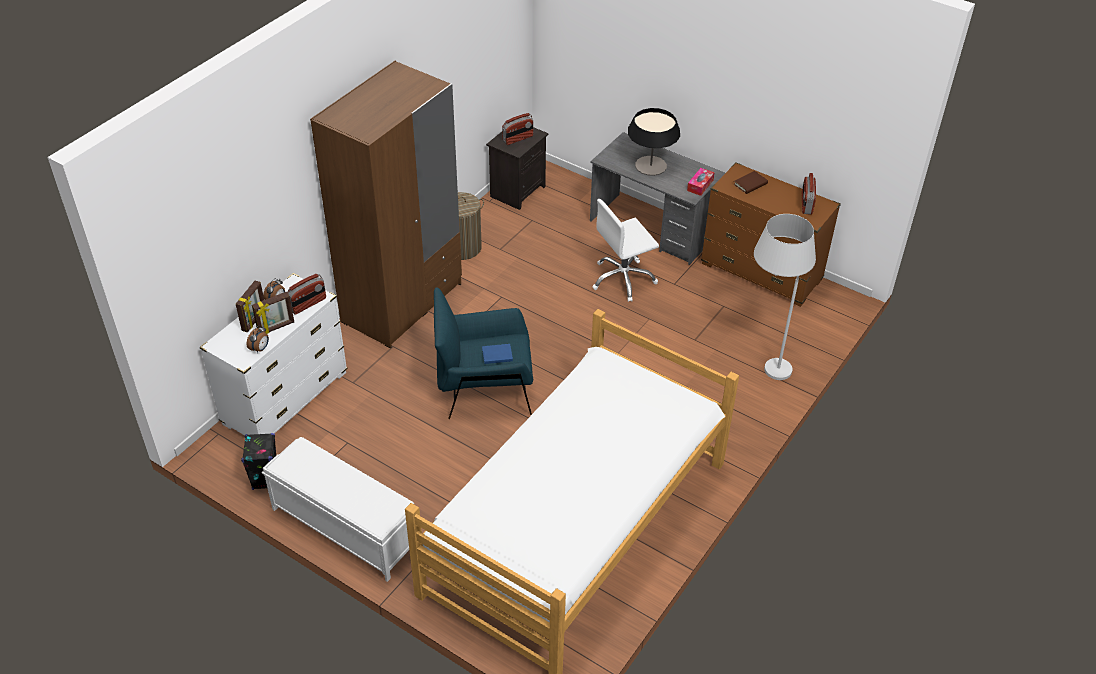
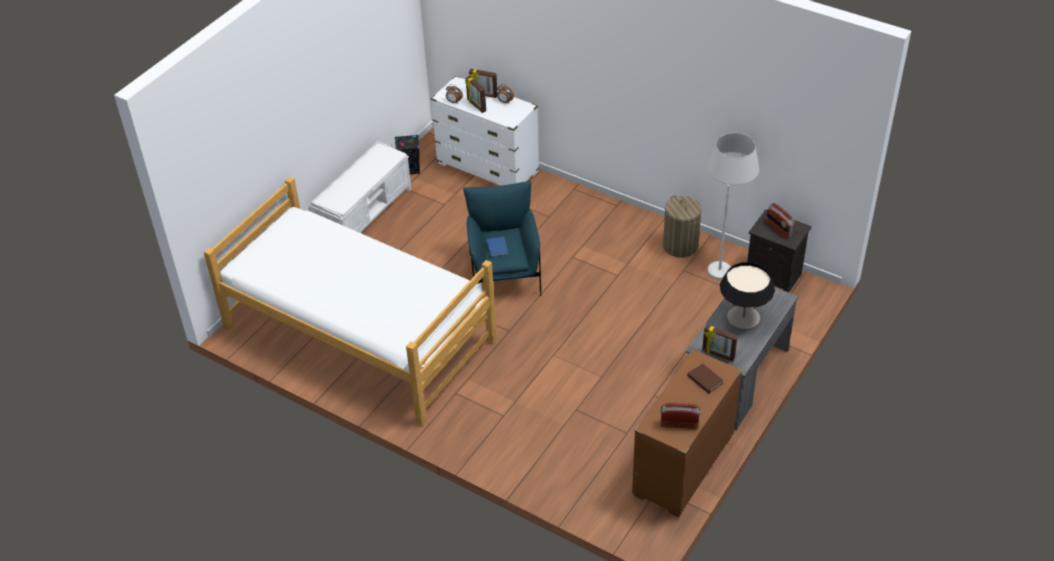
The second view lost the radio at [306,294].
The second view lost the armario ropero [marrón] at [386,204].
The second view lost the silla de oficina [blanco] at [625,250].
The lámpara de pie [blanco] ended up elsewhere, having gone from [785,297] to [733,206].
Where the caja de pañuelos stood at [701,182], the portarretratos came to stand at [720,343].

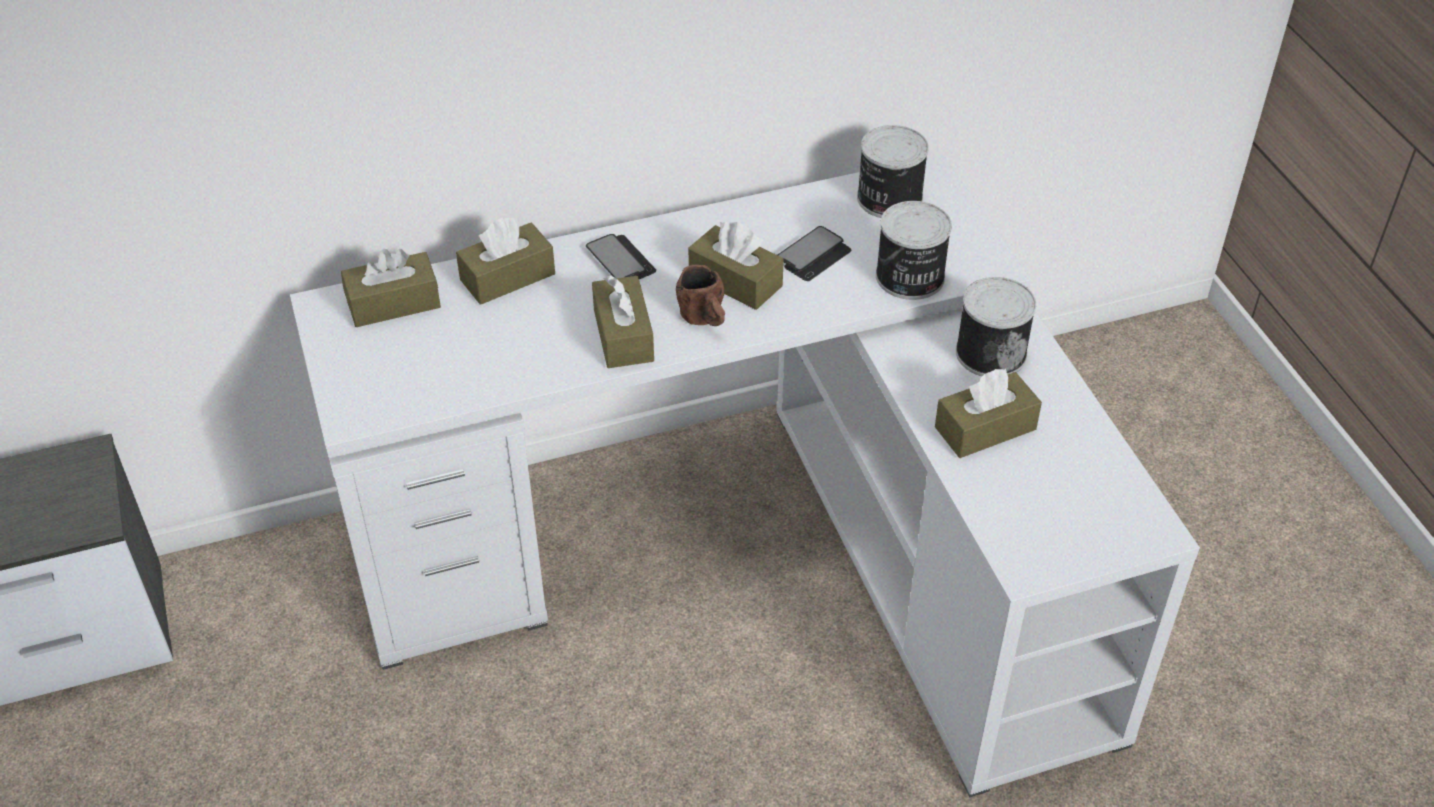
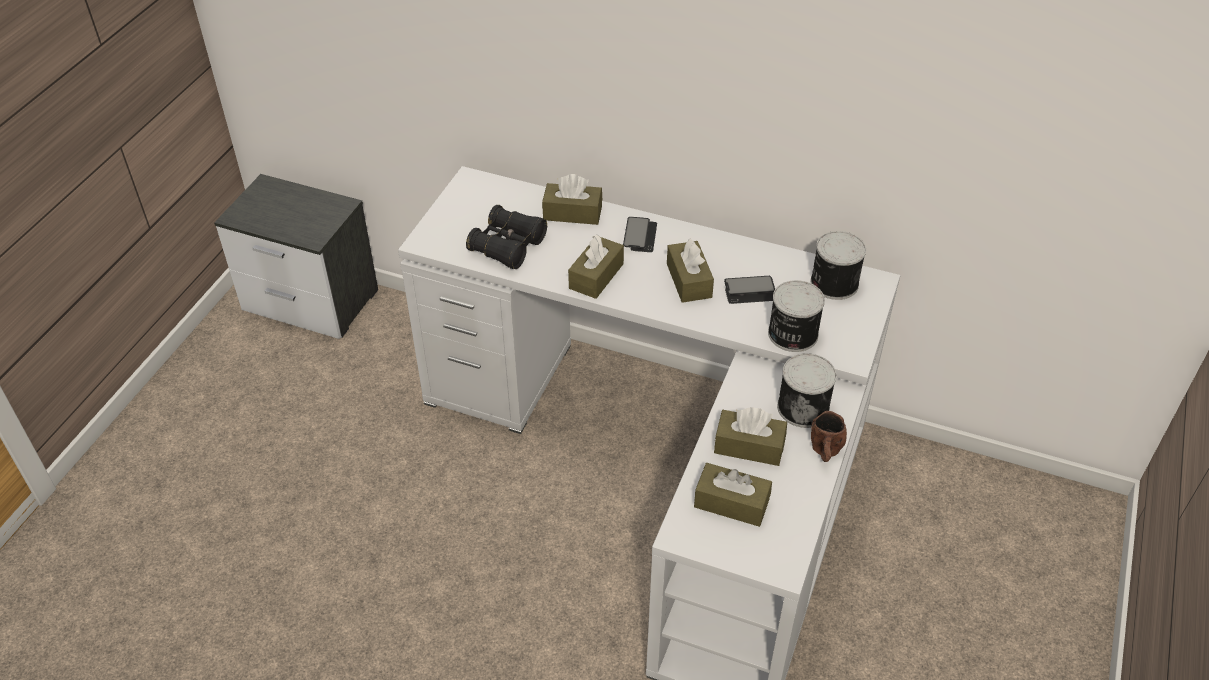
The second view gained the prismáticos [negro] at [506,237].
The caja de pañuelos [marrón] ended up elsewhere, having gone from [391,288] to [733,495].
The taza grande [marrón] ended up elsewhere, having gone from [700,295] to [829,436].

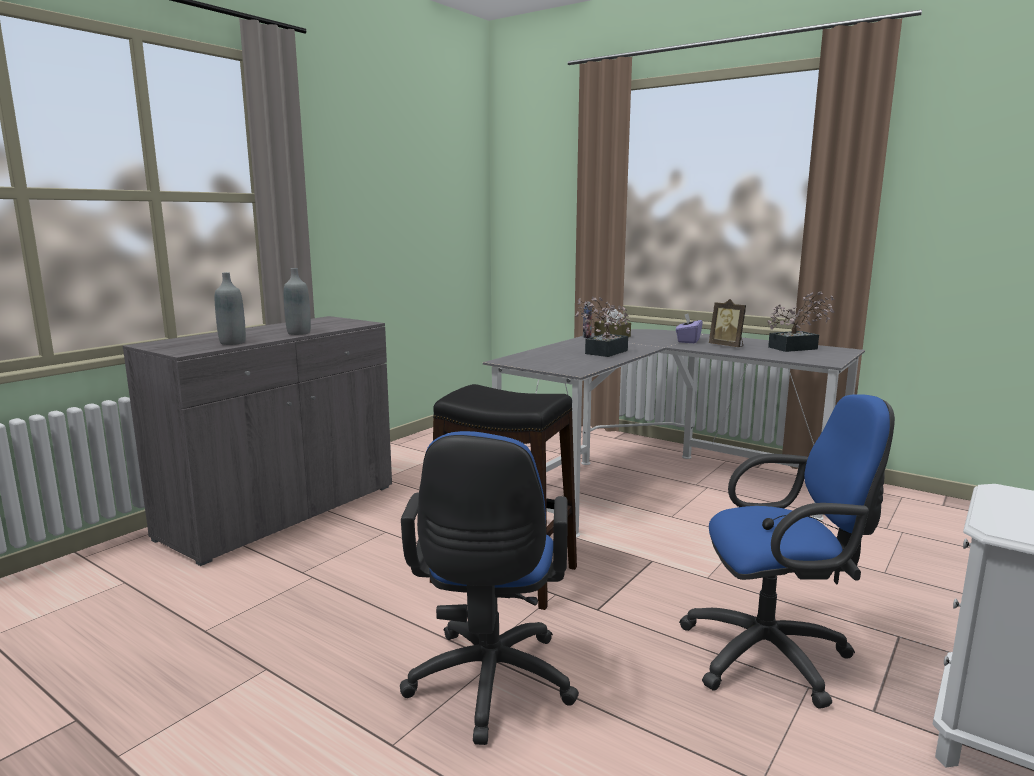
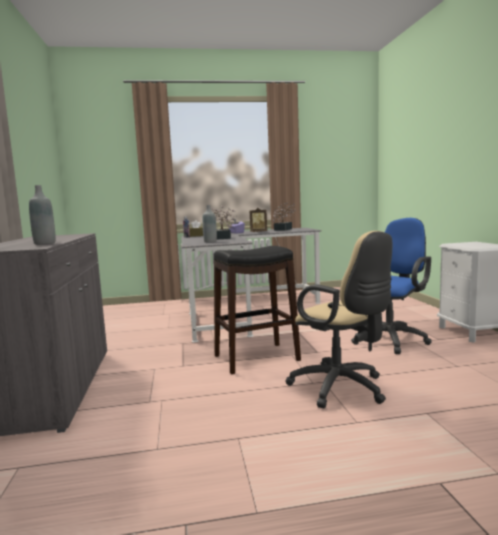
The botella [gris] ended up elsewhere, having gone from [297,301] to [209,224].
What was the silla de oficina [azul] at [489,588] turned into the silla de oficina [beis] at [339,320].

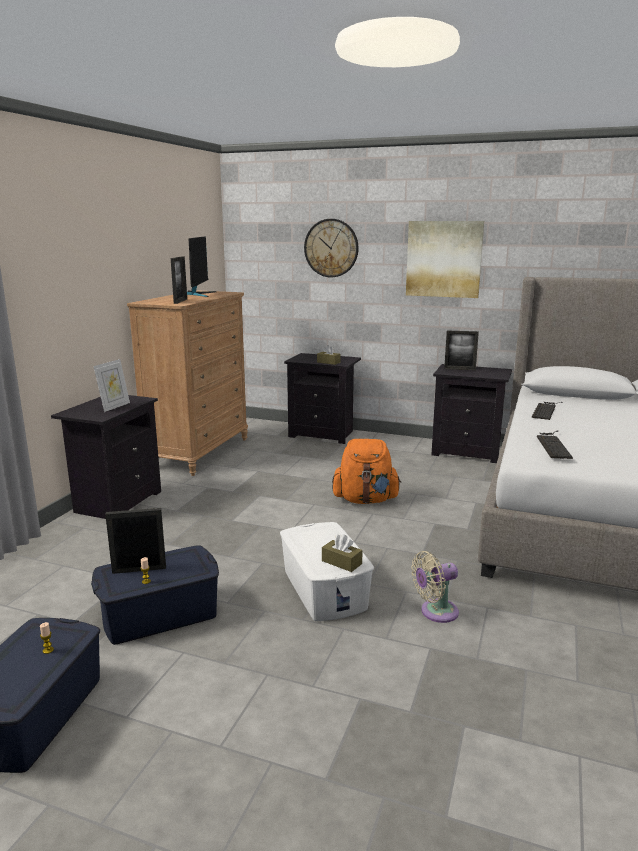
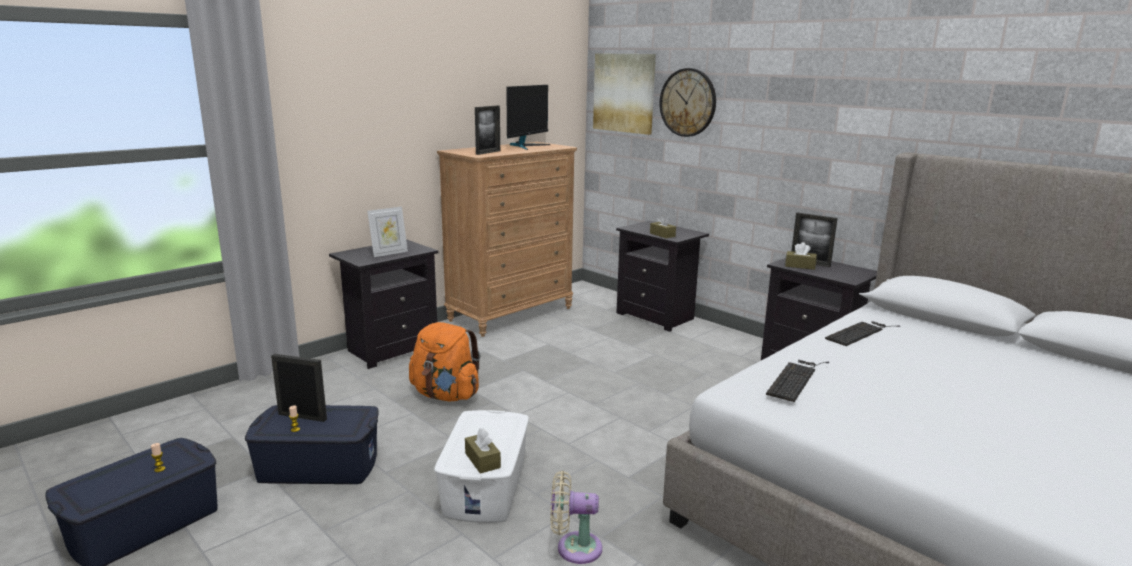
The second view gained the caja de pañuelos [marrón] at [801,256].
The mochila [naranja] ended up elsewhere, having gone from [366,471] to [444,361].
The cuadro ended up elsewhere, having gone from [445,259] to [624,94].

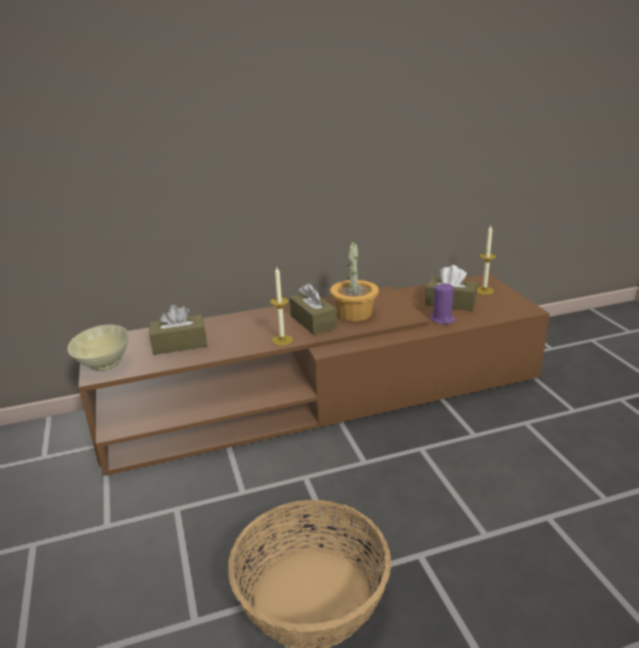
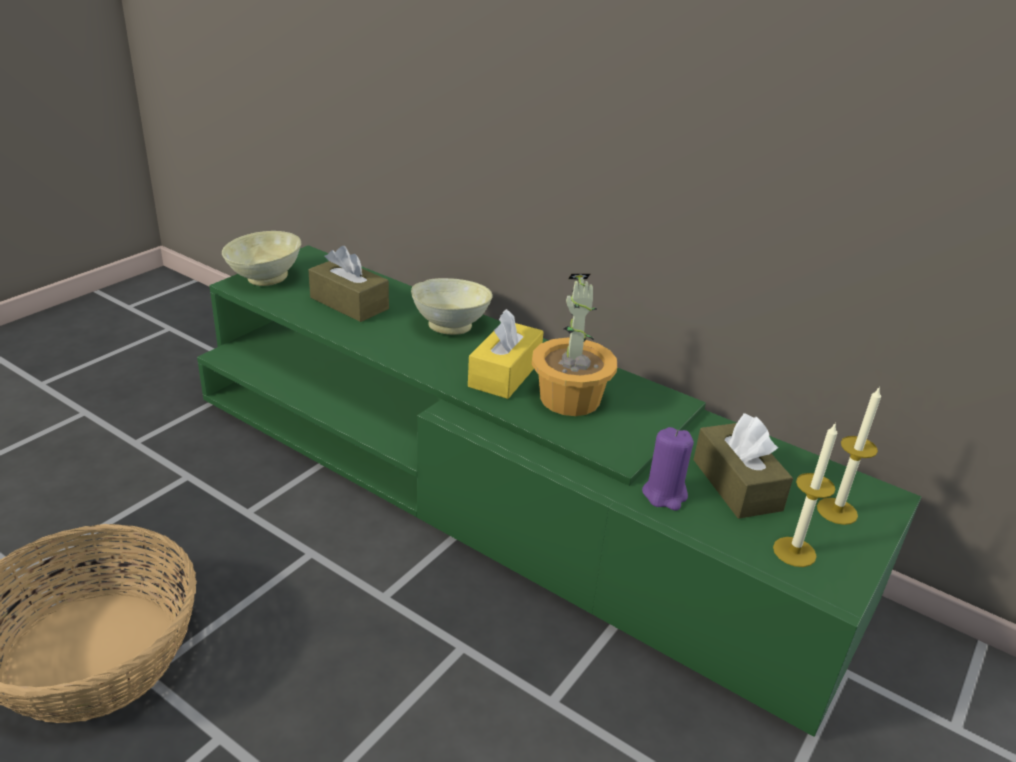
The second view gained the cuenco [beis] at [452,306].
The vela ended up elsewhere, having gone from [281,306] to [805,494].
What was the mueble de televisión [marrón] at [314,375] turned into the mueble de televisión [verde] at [559,491].
What was the caja de pañuelos [marrón] at [313,309] turned into the caja de pañuelos [amarillo] at [506,354].

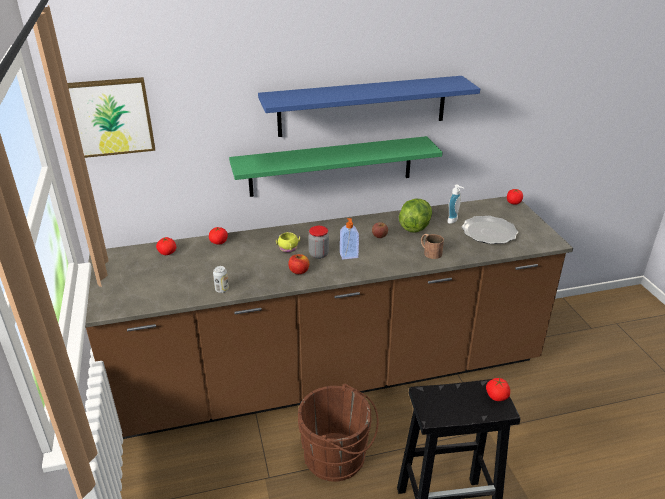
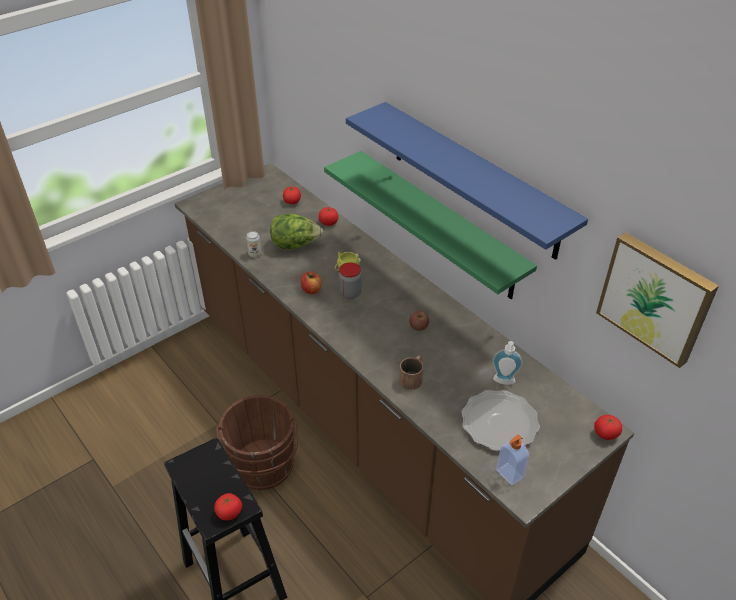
The cuadro ended up elsewhere, having gone from [111,117] to [657,300].
The dispensador de jabón ended up elsewhere, having gone from [349,239] to [512,460].
The lechuga ended up elsewhere, having gone from [415,216] to [296,231].

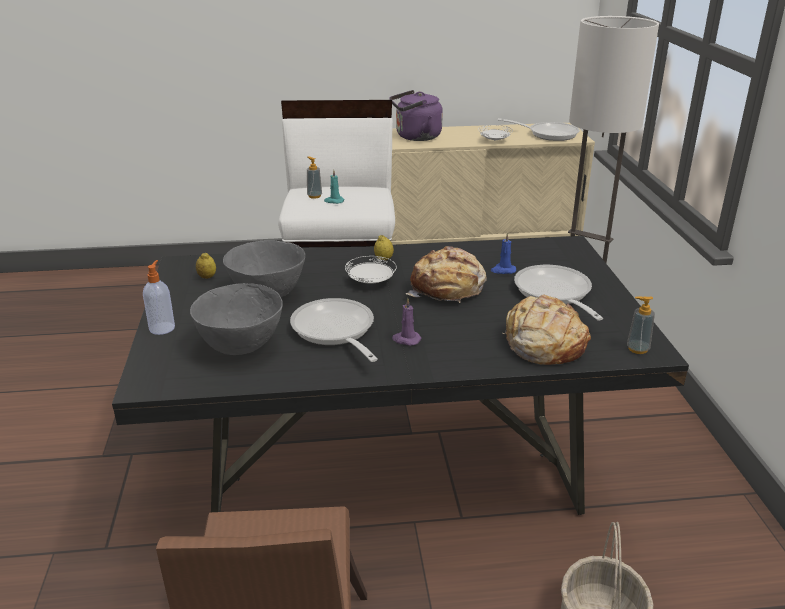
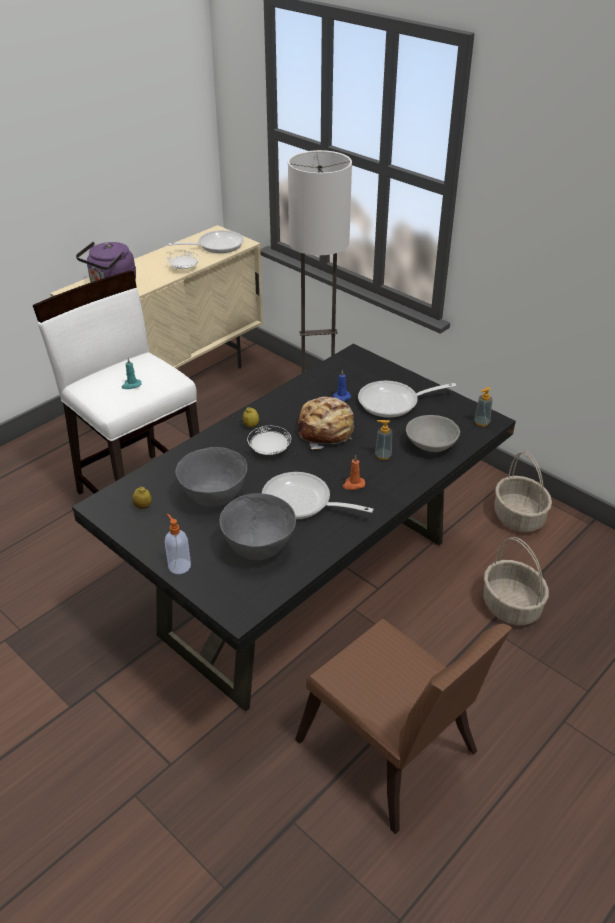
The second view gained the cesta at [523,491].
The dispensador de jabón ended up elsewhere, having gone from [314,177] to [383,440].
Where the pan stood at [546,329], the cuenco [gris] came to stand at [433,433].
What was the vela [morado] at [406,322] turned into the vela [naranja] at [354,472].
The sartén at [558,292] ended up facing another way, 45 degrees counterclockwise from before.

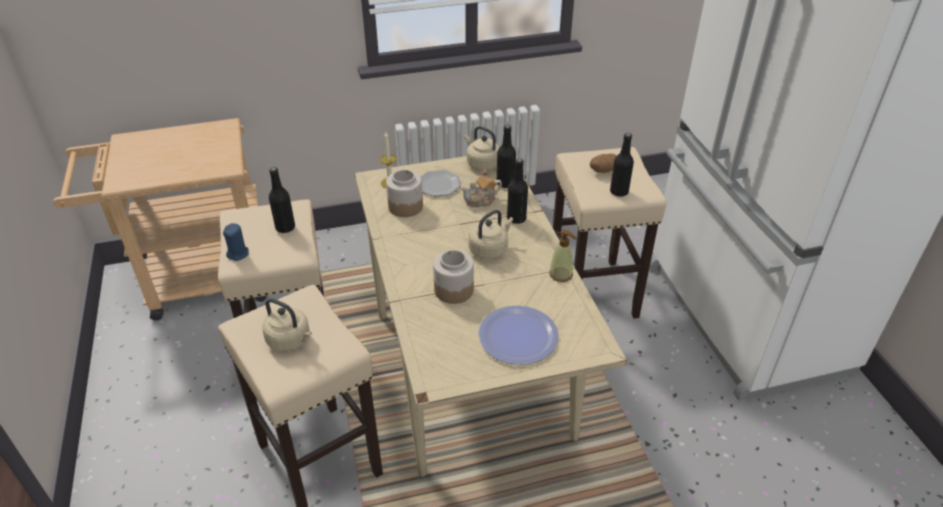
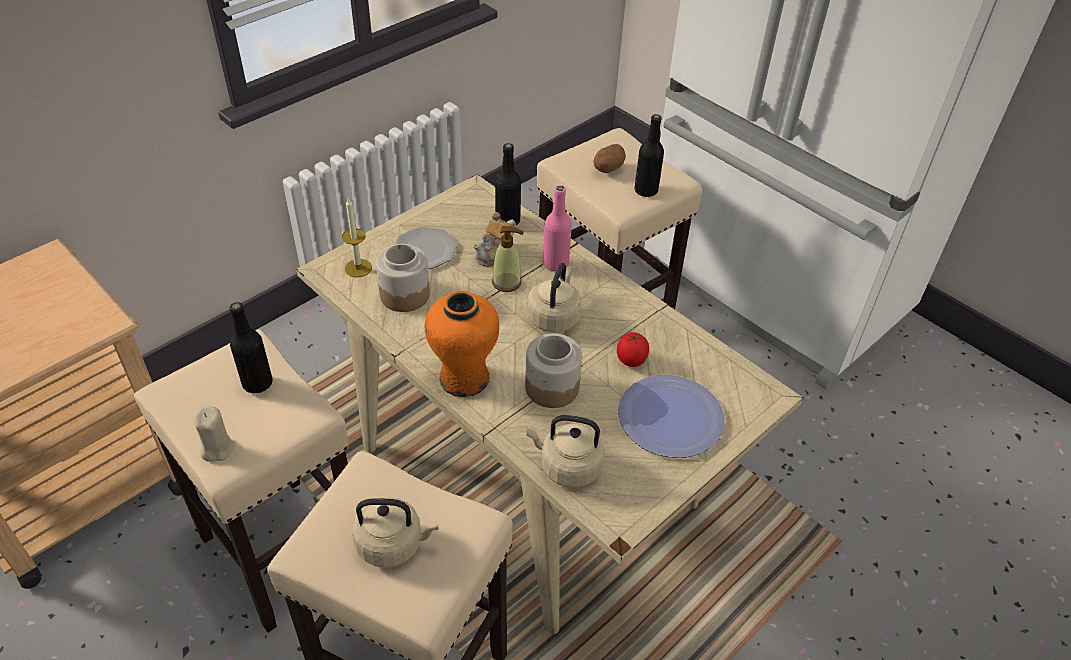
The second view gained the florero [naranja] at [462,344].
The second view gained the tomate at [633,349].
The hervidor [beis] ended up elsewhere, having gone from [482,148] to [565,451].
The dispensador de jabón ended up elsewhere, having gone from [563,255] to [508,259].
What was the vela [azul] at [236,242] turned into the vela [beis] at [214,434].
What was the botella [negro] at [517,191] turned into the botella [rosa] at [557,228].

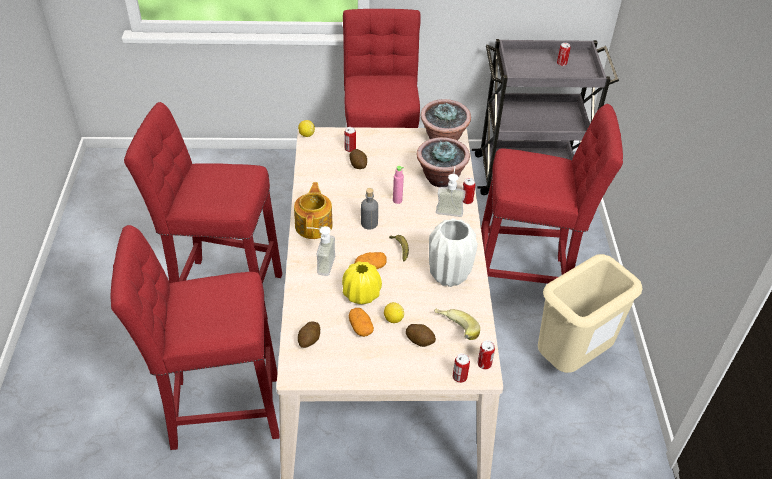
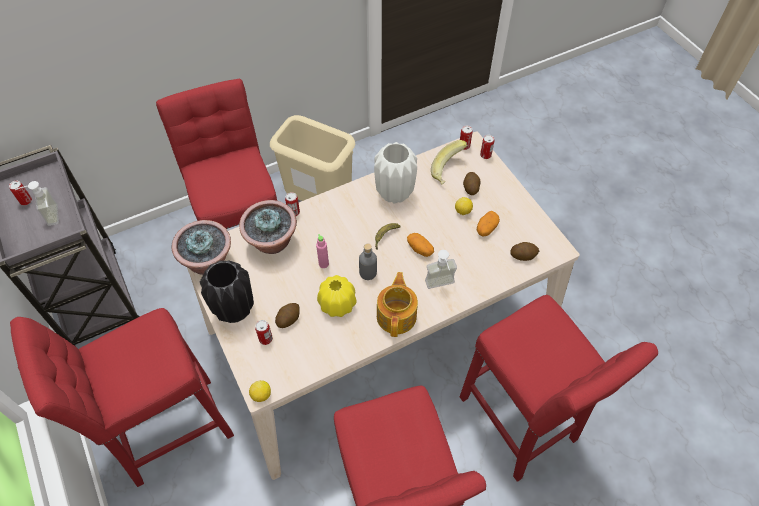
The second view gained the florero [negro] at [227,291].
The florero [amarillo] ended up elsewhere, having gone from [362,282] to [337,296].
The dispensador de jabón ended up elsewhere, having gone from [451,192] to [37,203].
The tetera at [313,210] ended up facing another way, 120 degrees clockwise from before.

